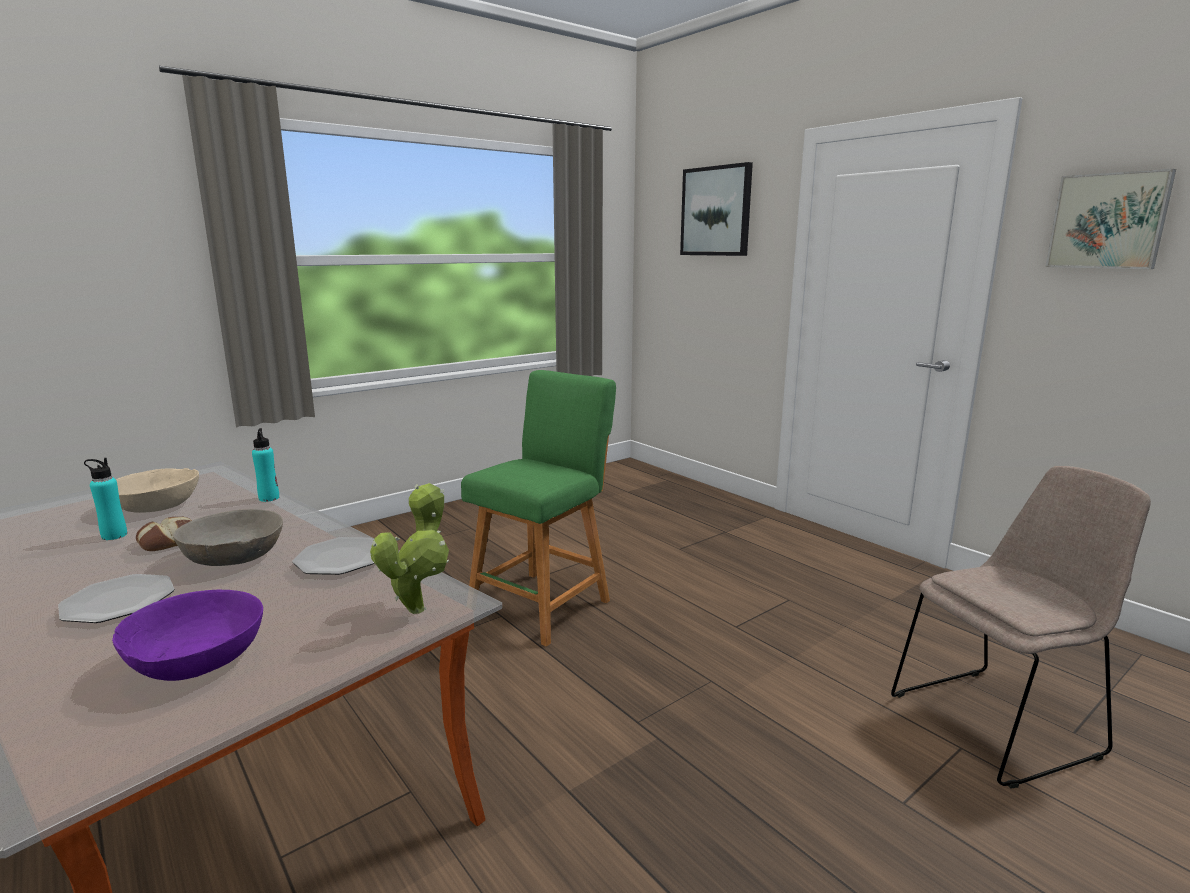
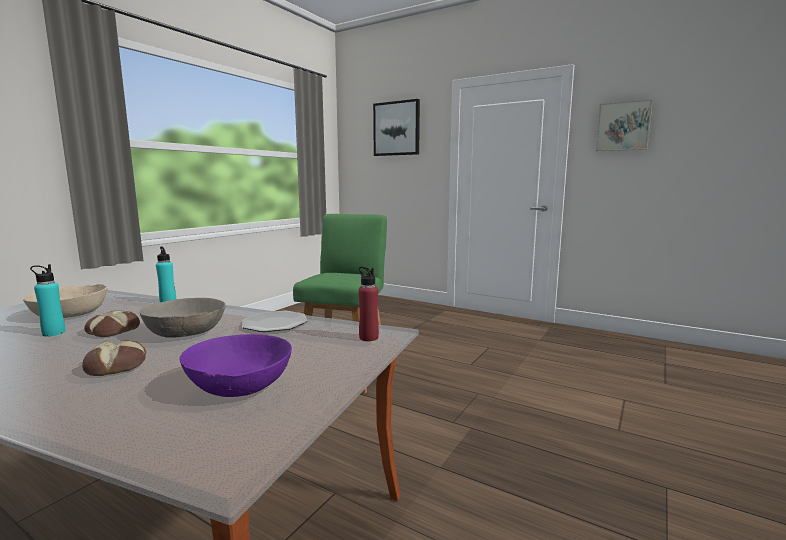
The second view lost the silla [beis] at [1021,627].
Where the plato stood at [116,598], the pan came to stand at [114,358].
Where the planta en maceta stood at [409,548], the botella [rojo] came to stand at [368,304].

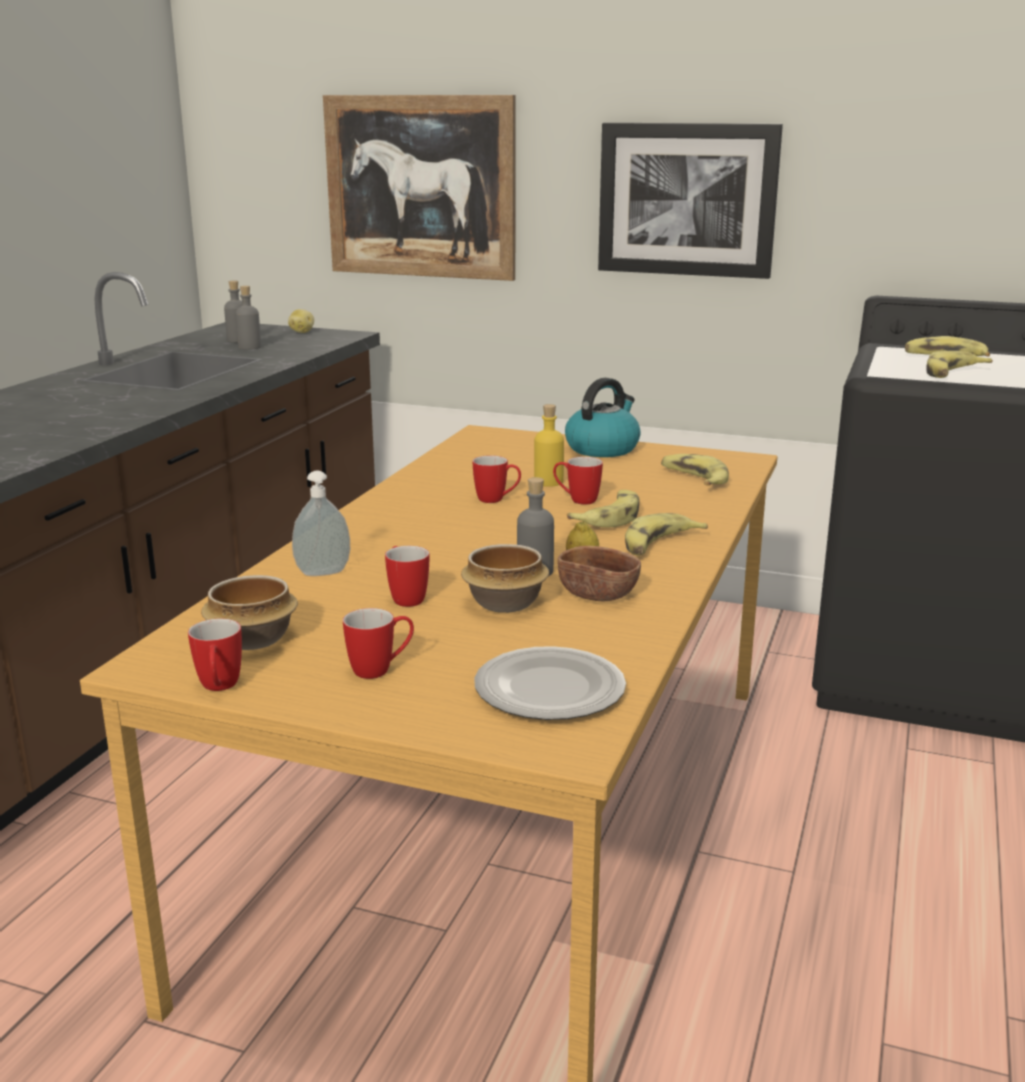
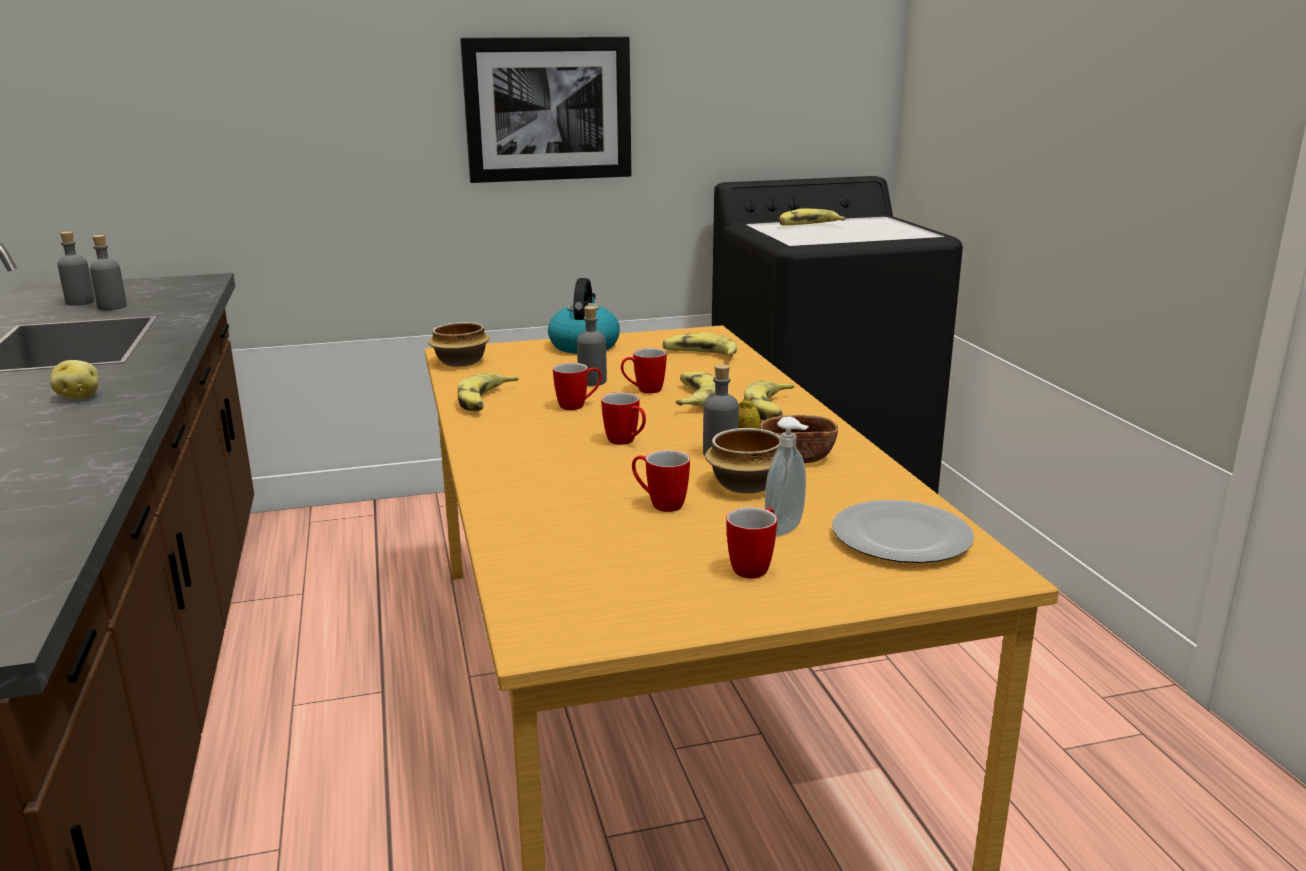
The second view lost the cuadro at [419,188].
The taza grande ended up elsewhere, having gone from [215,655] to [623,418].
The cuenco ended up elsewhere, having gone from [249,612] to [459,344].
The patata ended up elsewhere, having gone from [301,321] to [74,379].
The dispensador de jabón ended up elsewhere, having gone from [321,523] to [787,476].
The plátano ended up elsewhere, having gone from [960,364] to [488,392].
What was the botella [amarillo] at [549,445] turned into the botella [gris] at [592,346].

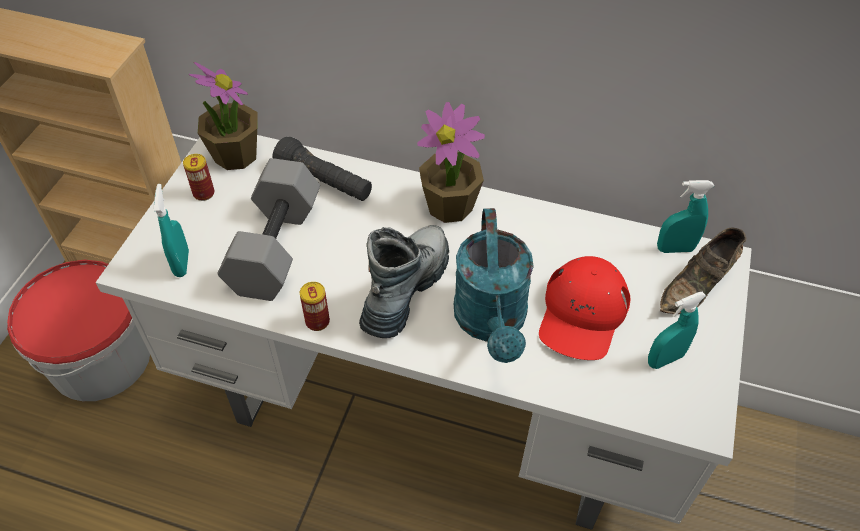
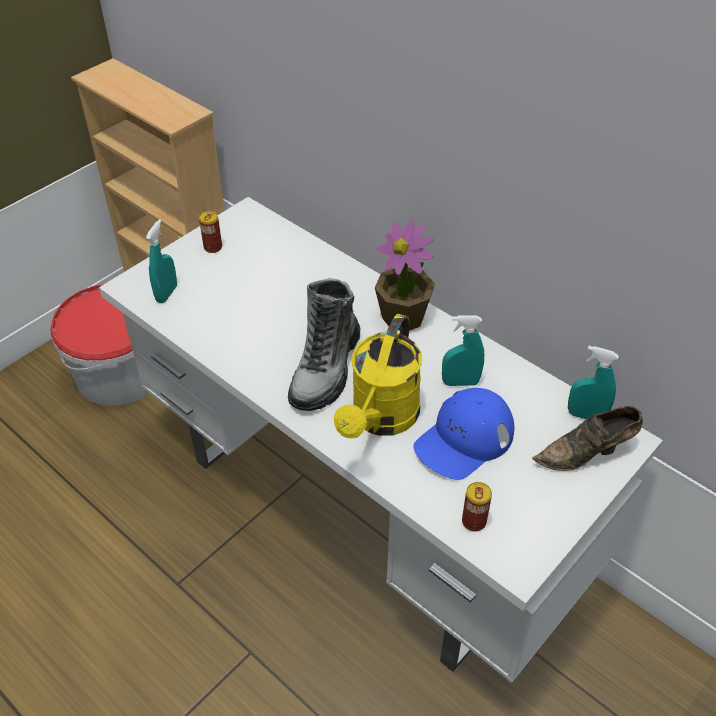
The second view lost the planta en maceta at [223,116].
The second view lost the mancuerna [gris] at [268,229].
The second view lost the linterna [negro] at [322,169].
The lata ended up elsewhere, having gone from [315,306] to [477,507].
The pulverizador [turquesa] ended up elsewhere, having gone from [677,330] to [463,351].
What was the regadera [turquesa] at [494,285] turned into the regadera [amarillo] at [378,376].
What was the gorra [rojo] at [584,308] turned into the gorra [azul] at [463,434].
The bota at [404,281] ended up facing another way, 150 degrees clockwise from before.

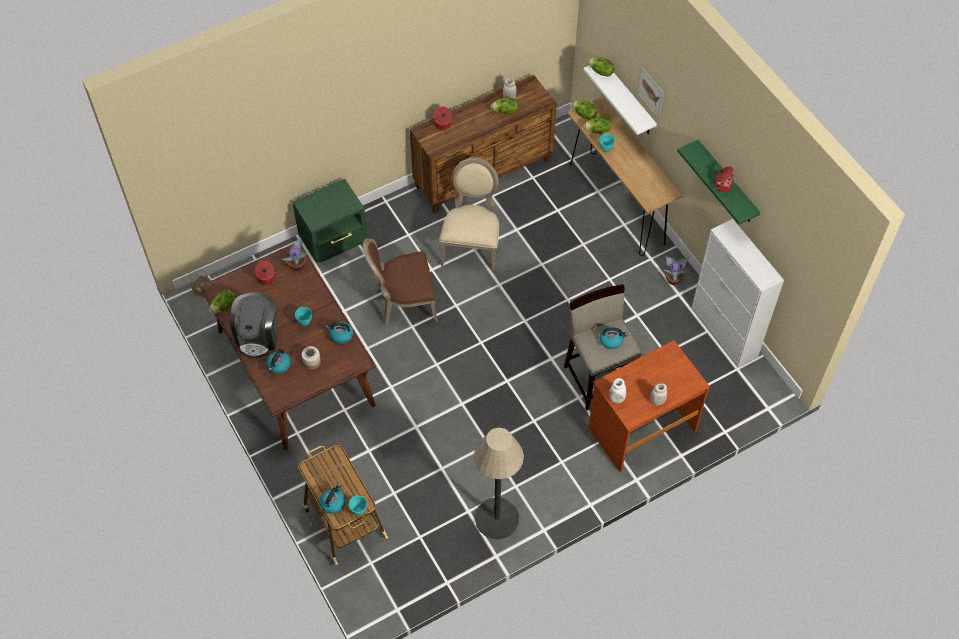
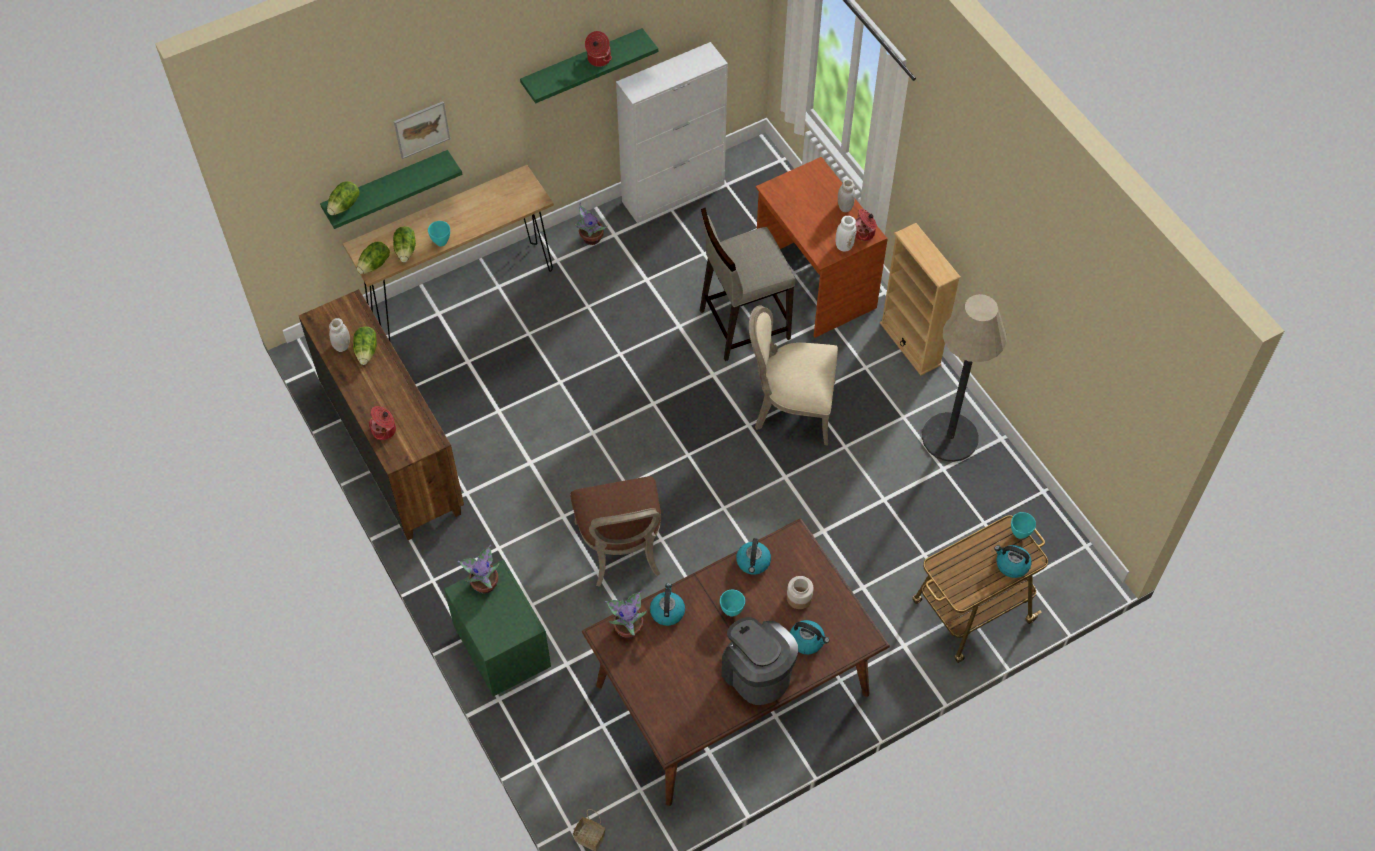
The second view lost the lechuga at [222,301].
The second view gained the planta en maceta at [478,569].
The second view gained the estantería [beis] at [920,299].
The olla ended up elsewhere, having gone from [266,273] to [866,225].
The silla [beis] ended up elsewhere, having gone from [469,215] to [793,376].
The hervidor ended up elsewhere, having gone from [614,338] to [667,604].
What was the estante [blanco] at [620,100] turned into the estante [verde] at [391,189].
The cafetera at [254,325] ended up facing another way, 135 degrees counterclockwise from before.

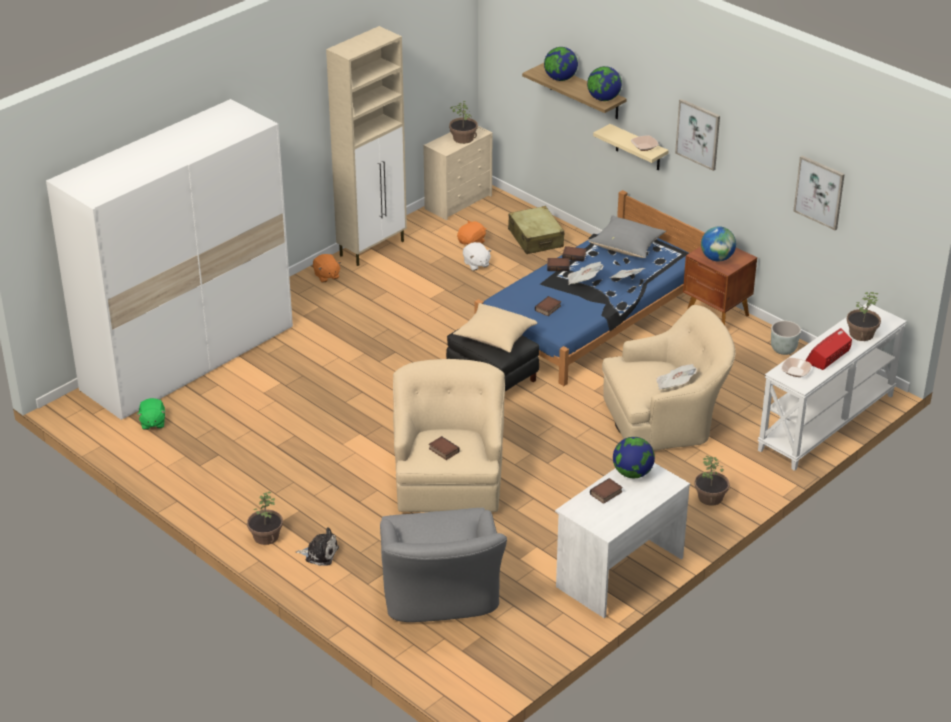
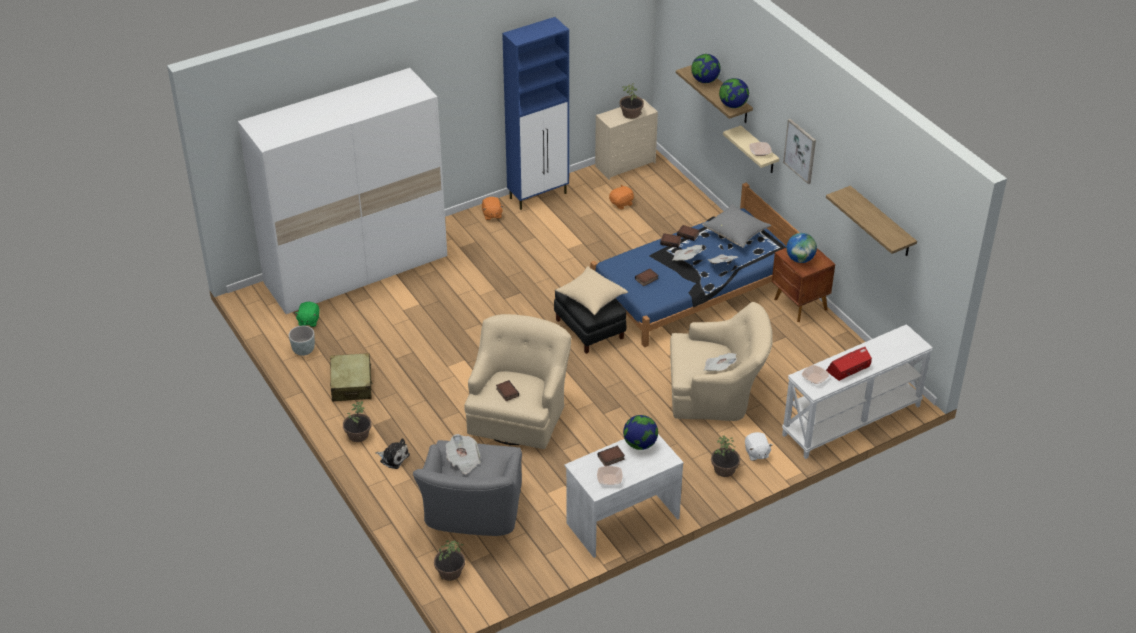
The second view gained the periódico at [463,454].
The second view gained the cuenco at [610,475].
The peluche [blanco] ended up elsewhere, having gone from [477,256] to [758,446].
The maleta [beis] ended up elsewhere, having gone from [536,230] to [351,377].
The maceta [gris] ended up elsewhere, having gone from [786,338] to [302,341].
The planta en maceta ended up elsewhere, having gone from [864,316] to [449,560].
Where the cuadro hung at [819,193], the estante came to hang at [871,221].
What was the armario [beis] at [366,146] turned into the armario [azul] at [535,113].

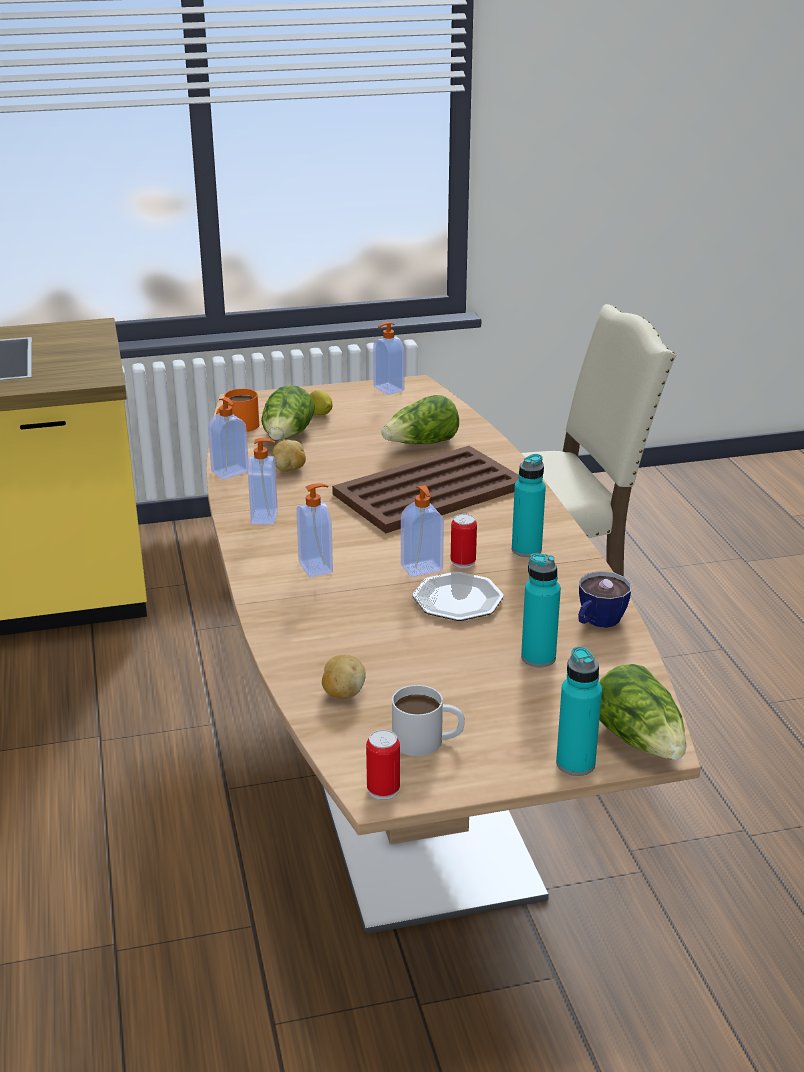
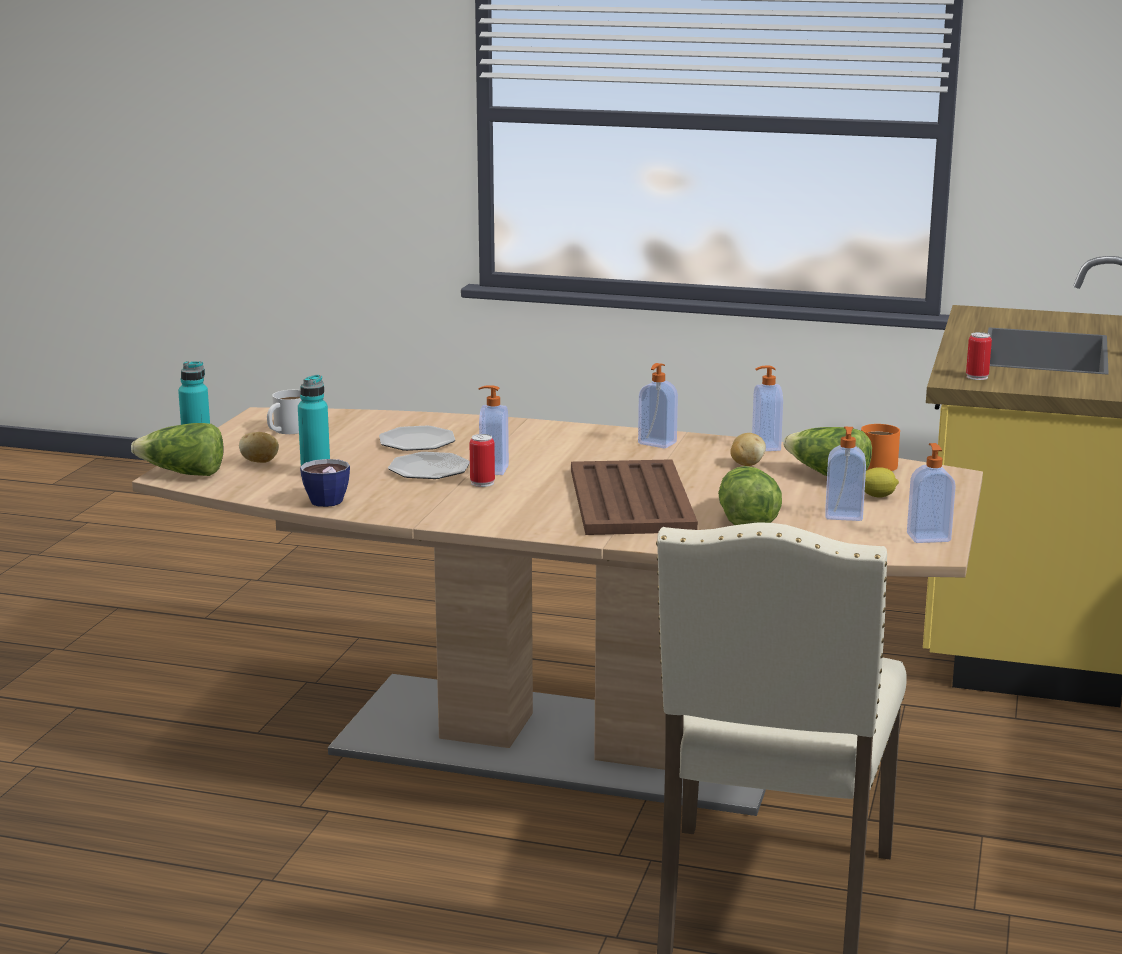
The second view lost the botella [turquesa] at [529,505].
The second view gained the plato at [417,438].
The dispensador de jabón ended up elsewhere, having gone from [314,530] to [845,474].
The patata ended up elsewhere, having gone from [344,676] to [259,447].
The lata ended up elsewhere, having gone from [383,765] to [979,356].

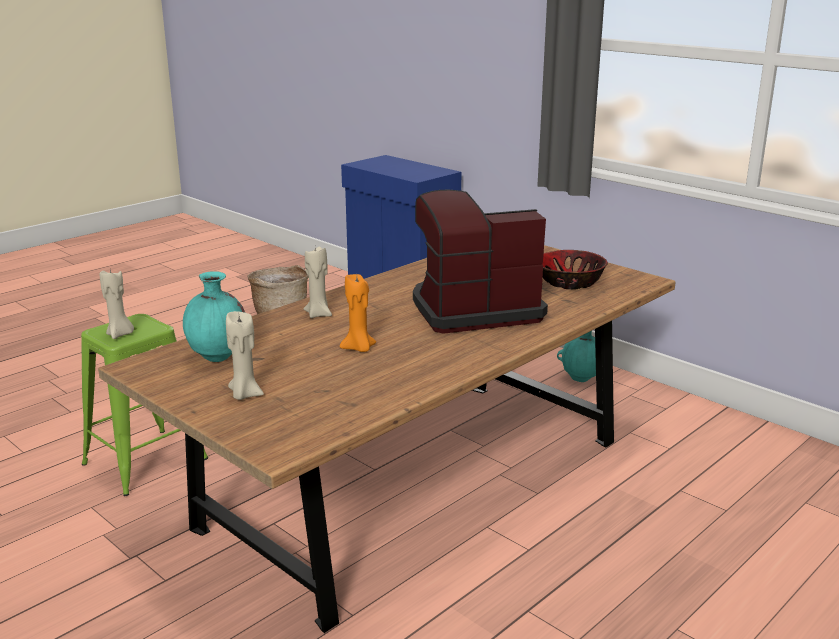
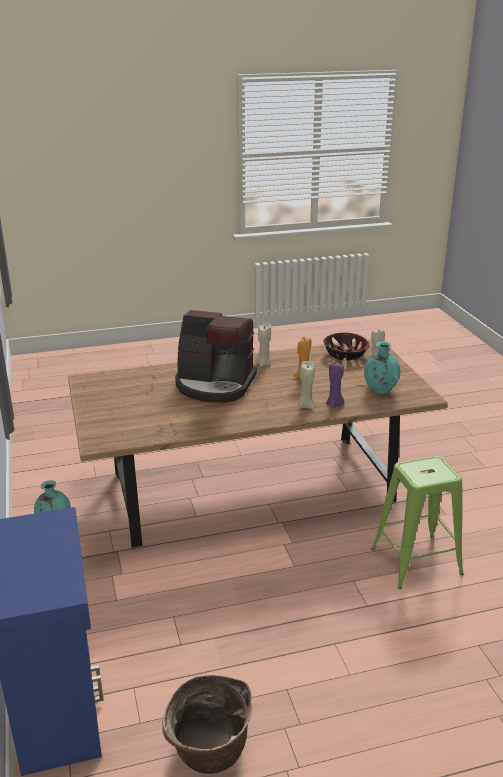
The second view gained the vela [morado] at [335,385].
The vela [beis] ended up elsewhere, having gone from [117,304] to [263,345].
The cuenco ended up elsewhere, having gone from [575,270] to [346,347].

